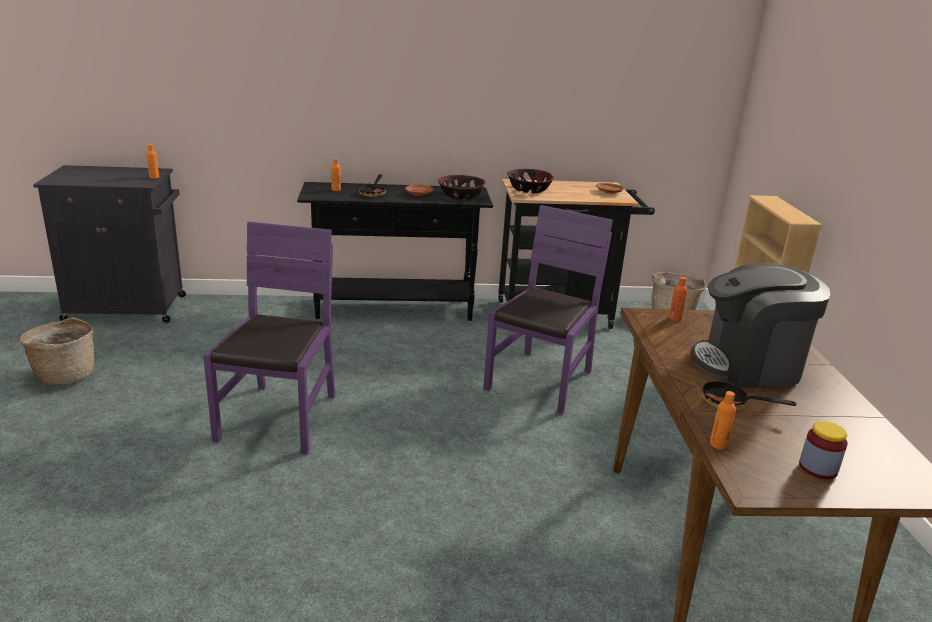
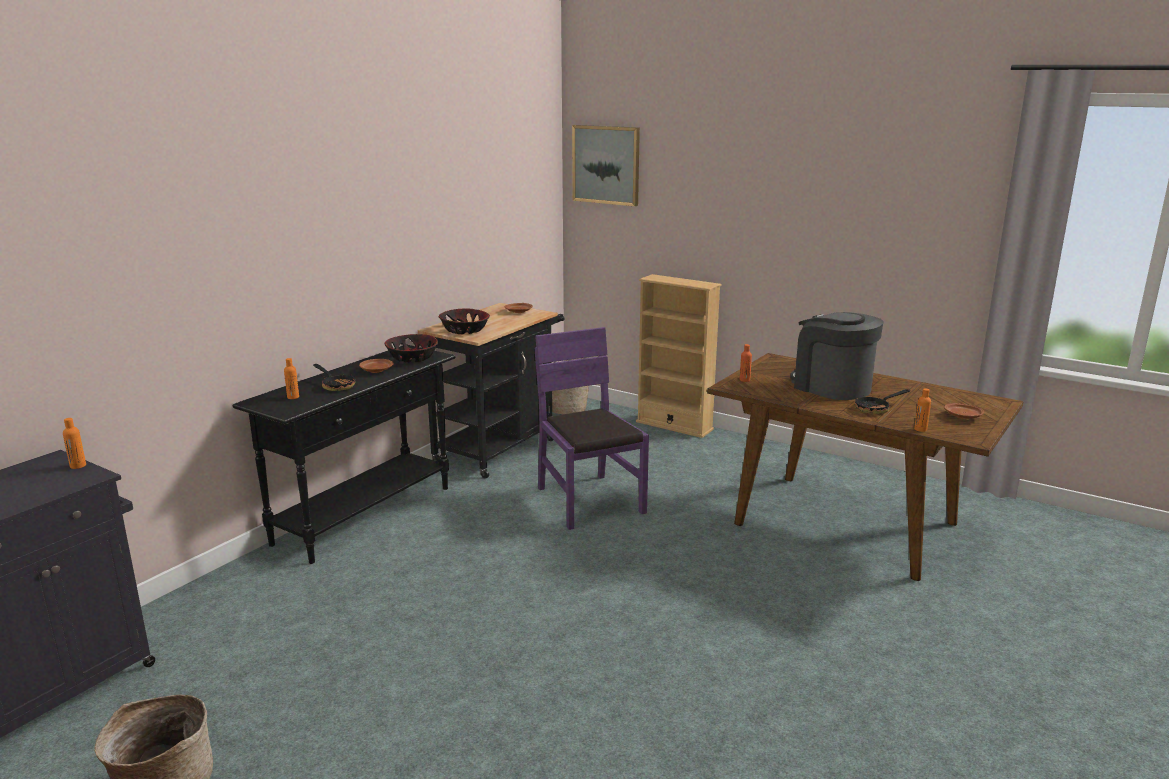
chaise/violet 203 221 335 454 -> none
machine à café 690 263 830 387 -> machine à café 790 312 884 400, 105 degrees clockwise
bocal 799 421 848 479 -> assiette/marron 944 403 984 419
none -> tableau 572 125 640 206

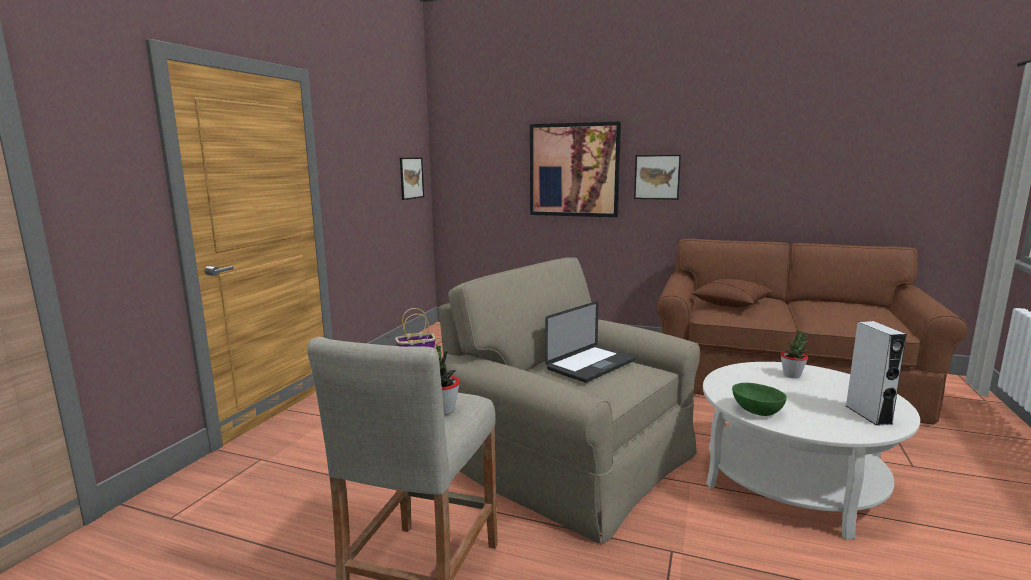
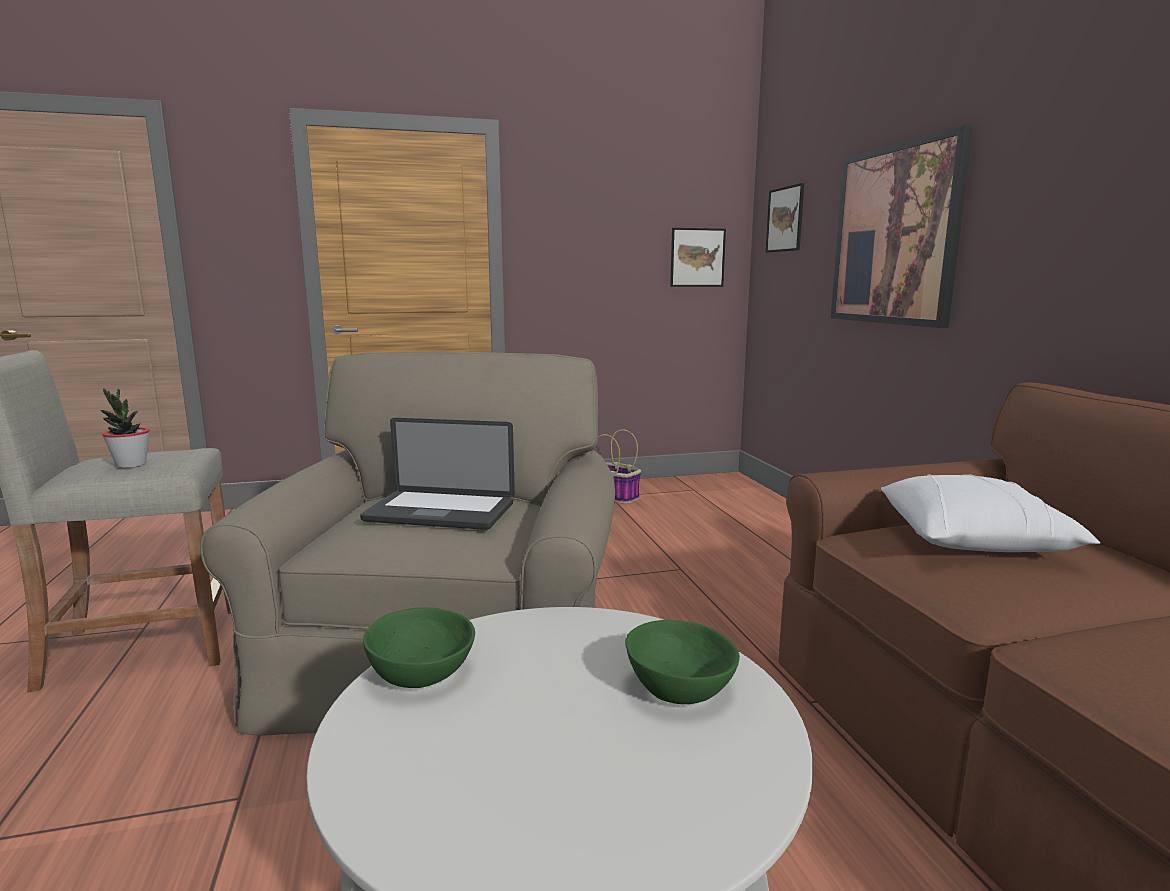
tableau 634 155 681 200 -> tableau 766 183 804 252, shifted
coussin/marron 691 279 773 308 -> coussin/blanc 881 474 1101 552
plante en pot 781 330 809 378 -> bol/vert 625 620 740 704
enceinte/gris 846 321 907 426 -> none

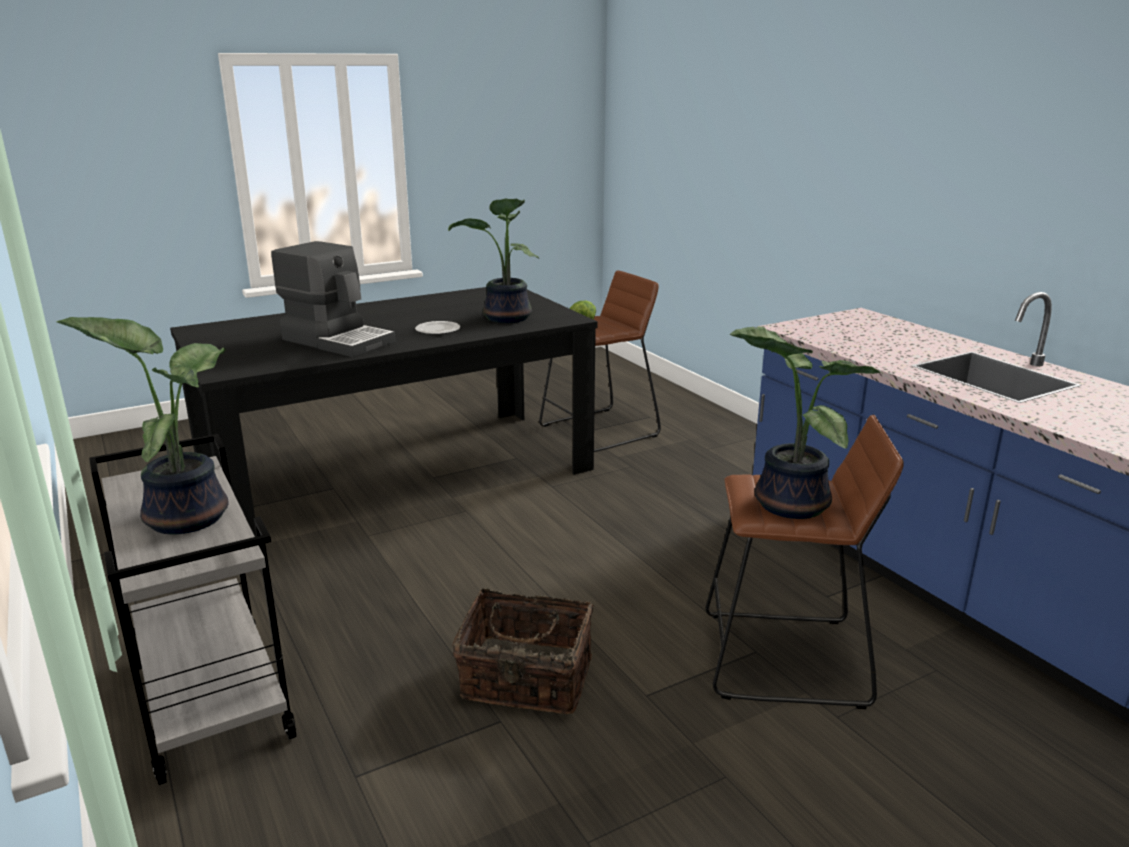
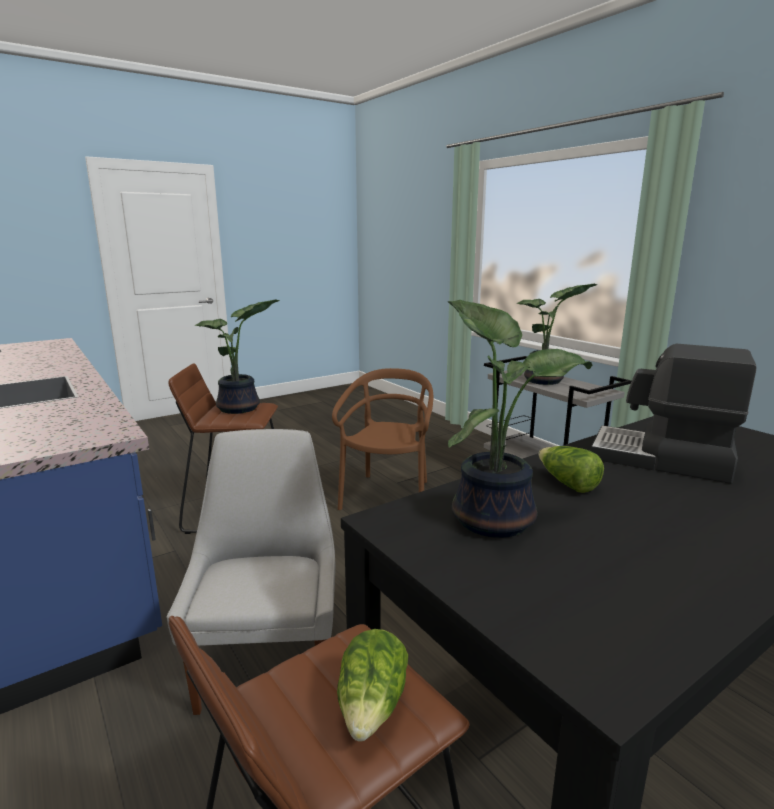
assiette 415 321 460 335 -> laitue 539 446 604 493
panier 452 588 594 714 -> chaise/marron 332 368 433 510
none -> chaise/blanc 167 429 336 715

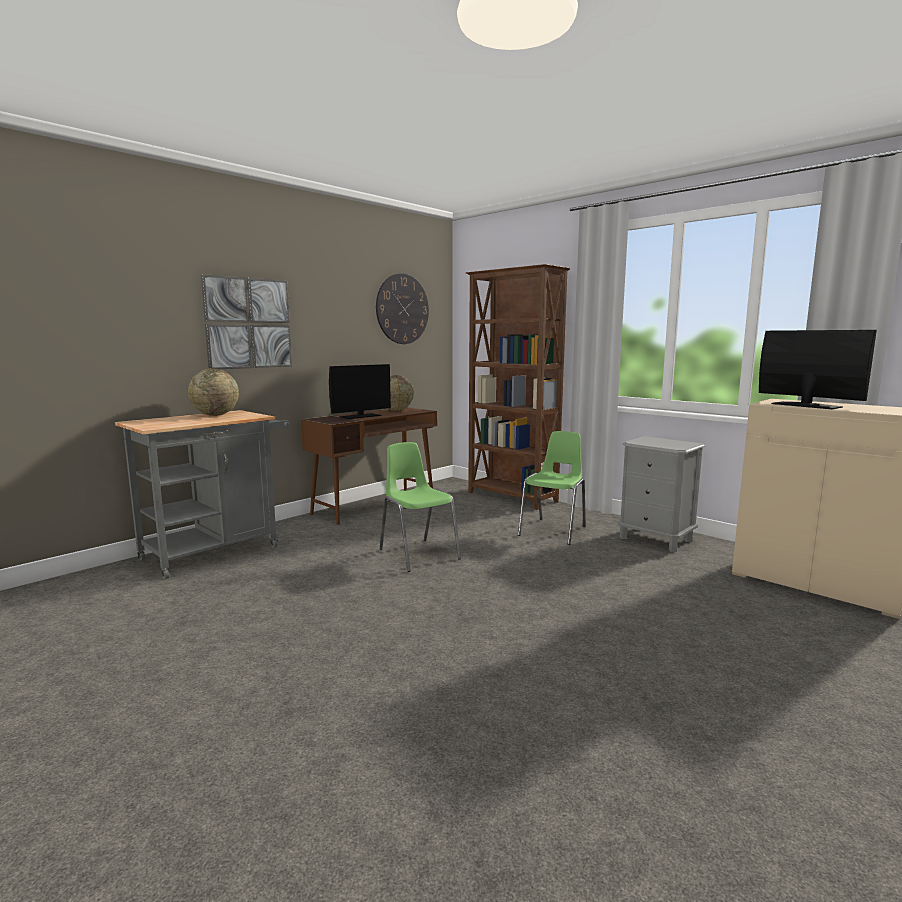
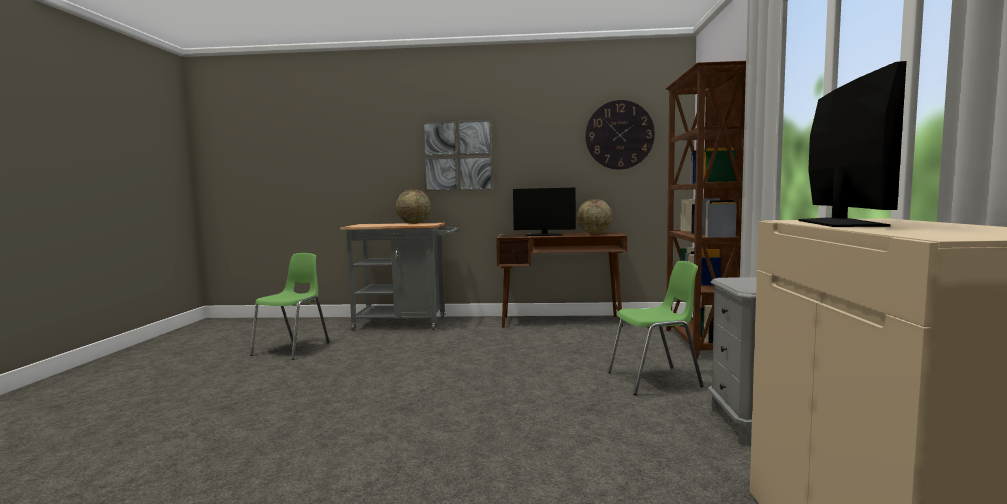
chaise/vert 379 442 461 572 -> chaise/vert 250 253 330 360, shifted

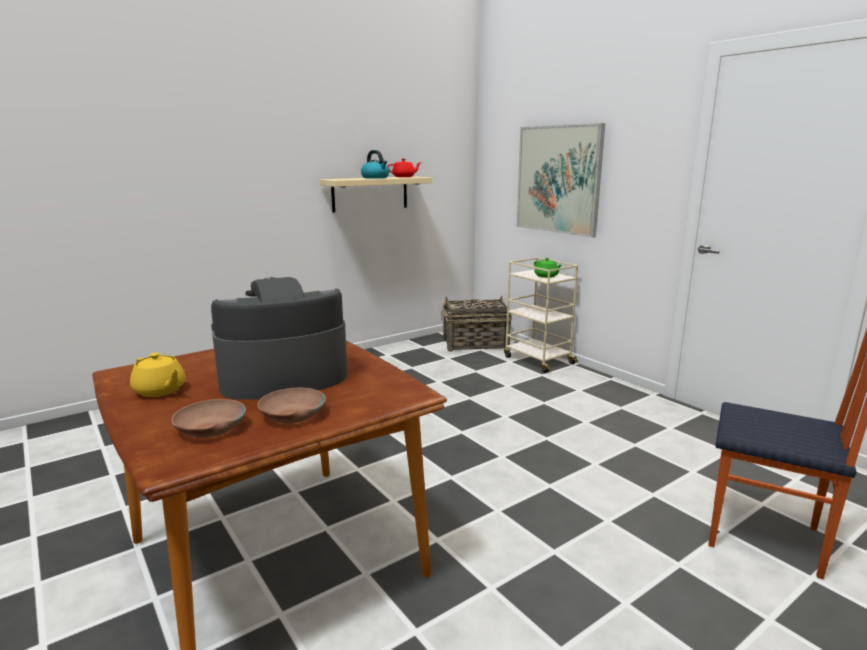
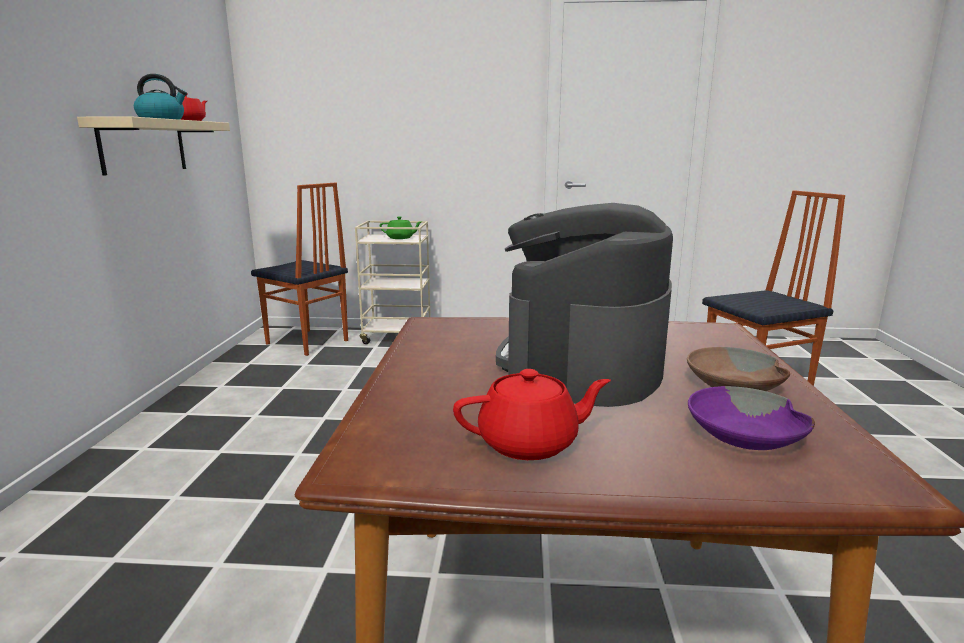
théière/jaune 130 353 186 397 -> théière/rouge 453 369 611 460
bol/marron 171 399 246 438 -> bol/violet 688 386 815 450
panier 441 295 512 352 -> chaise 251 183 348 356
tableau 516 123 605 238 -> none

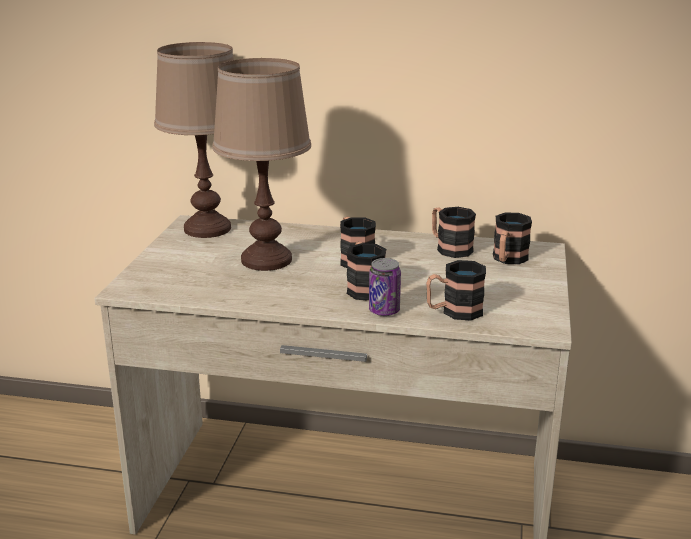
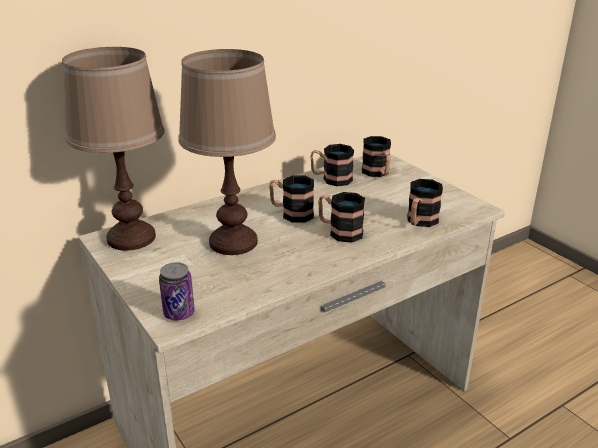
boîte métallique 369 258 401 316 -> boîte métallique 159 262 195 320, shifted

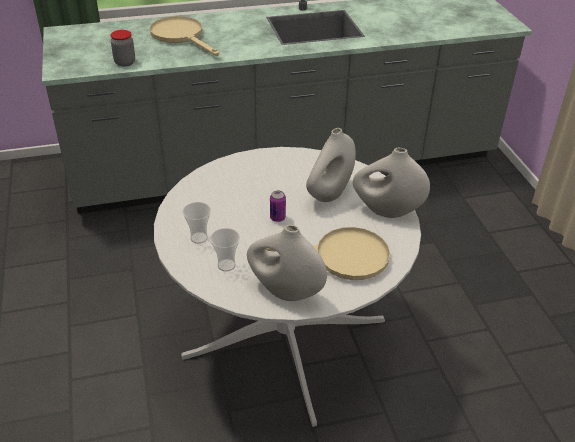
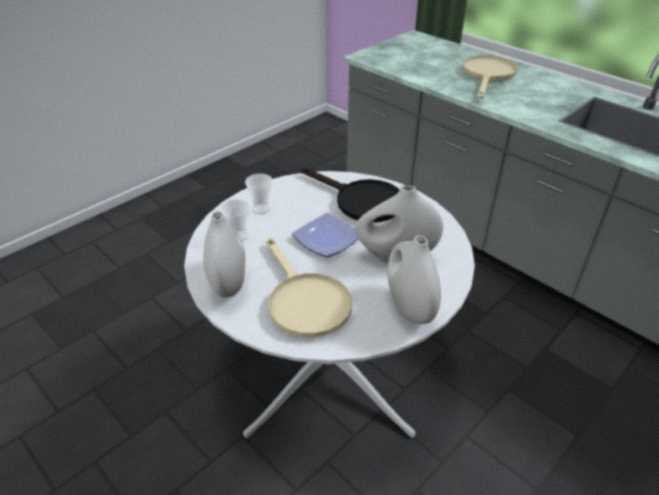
bocal 110 30 135 67 -> none
boîte métallique 270 191 286 222 -> assiette 292 213 358 257
none -> poêle/noir 301 167 400 222

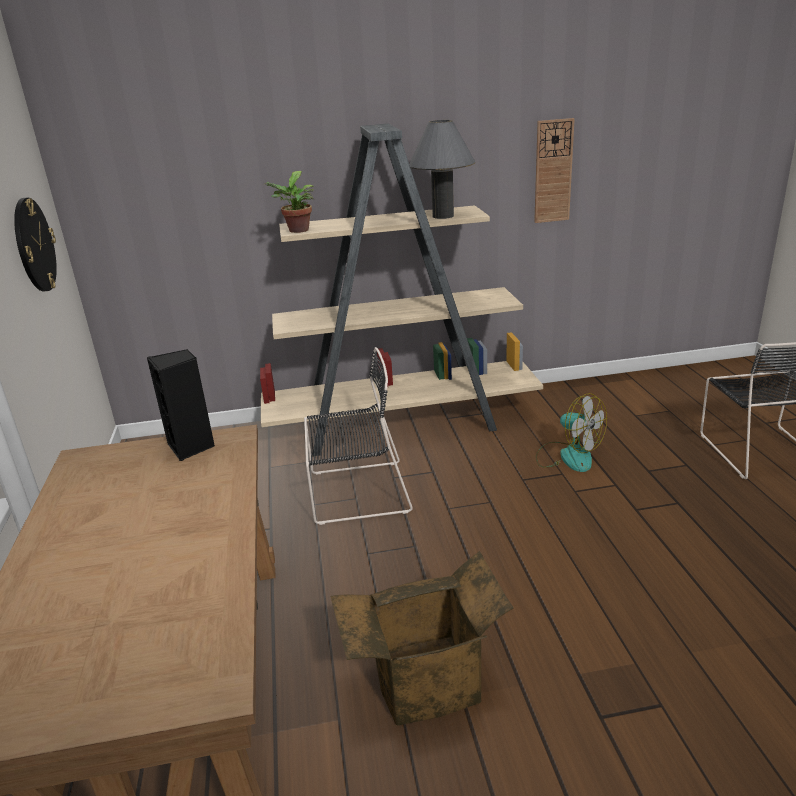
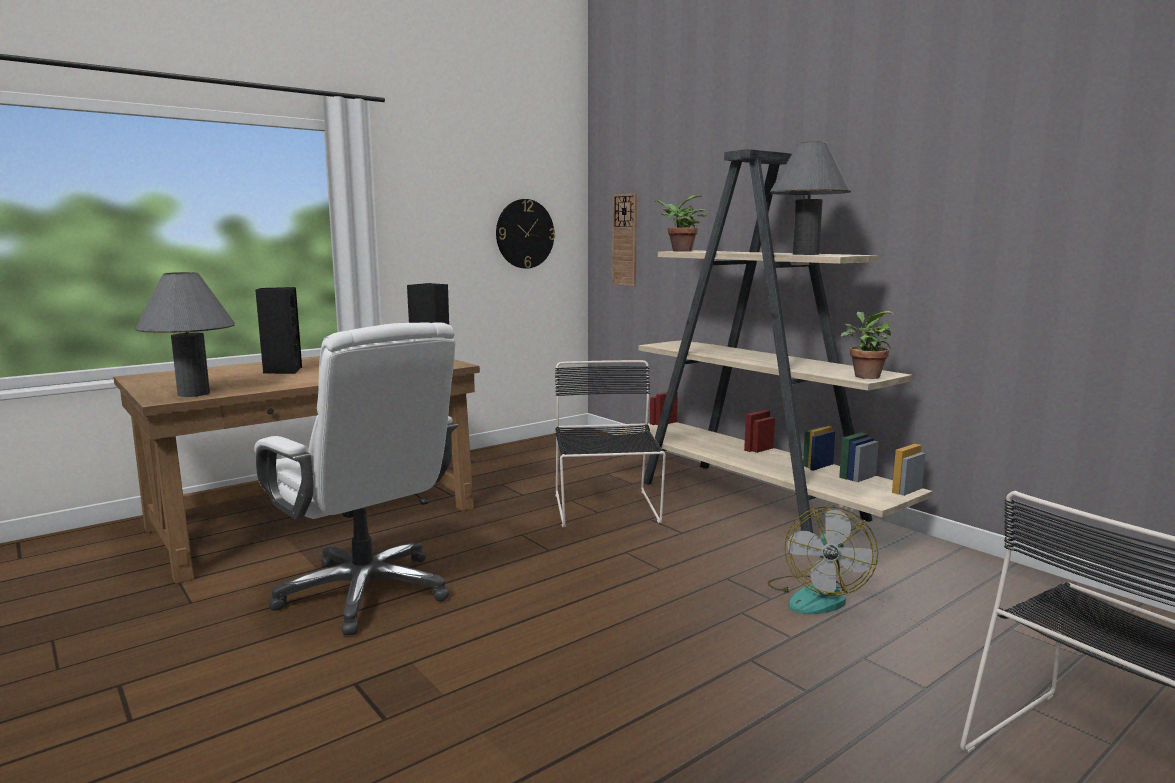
chaise/noir 304 347 413 525 -> chaise/noir 555 360 666 527, 150 degrees counterclockwise
carton 330 551 513 725 -> chaise de bureau/blanc 254 323 458 635
horloge murale 534 118 575 223 -> horloge murale 612 193 637 286, shifted
none -> lampe de table/gris 135 272 235 397
none -> enceinte/noir 255 287 302 374
none -> plante en pot 841 311 894 379

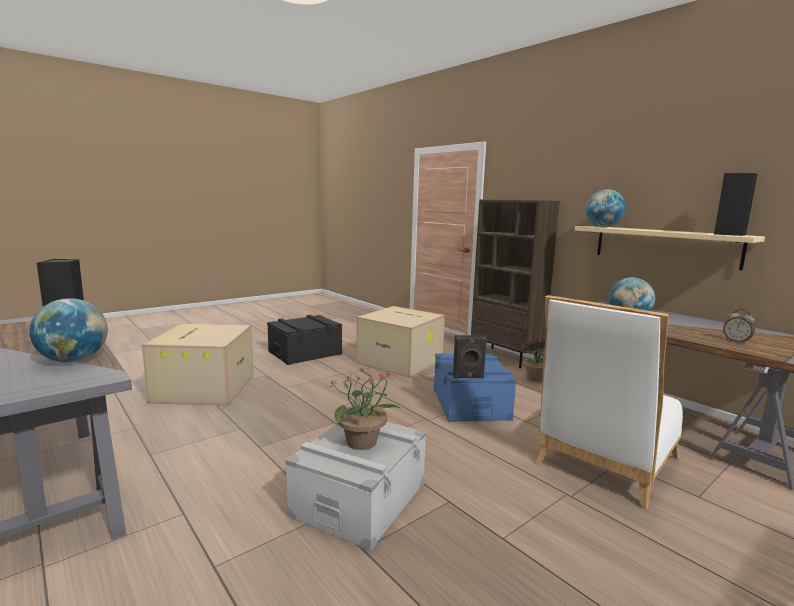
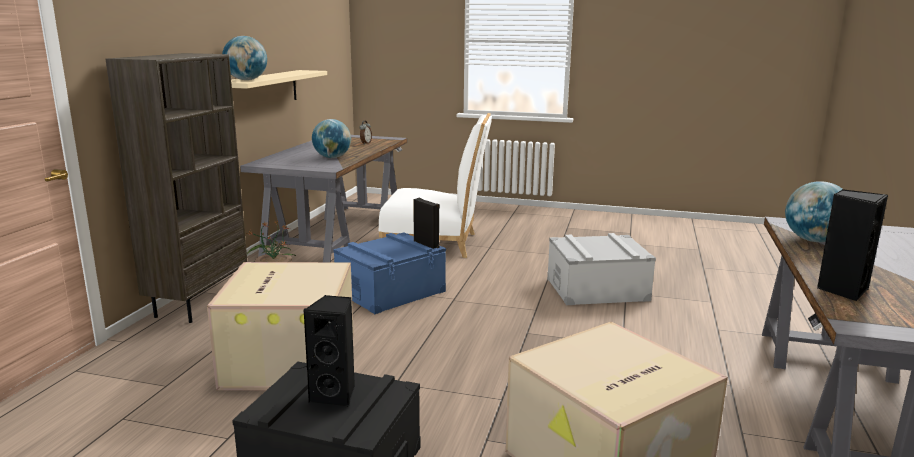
plante en pot 329 368 401 450 -> none
enceinte/noir 714 173 757 236 -> enceinte/noir 304 295 355 406, shifted

